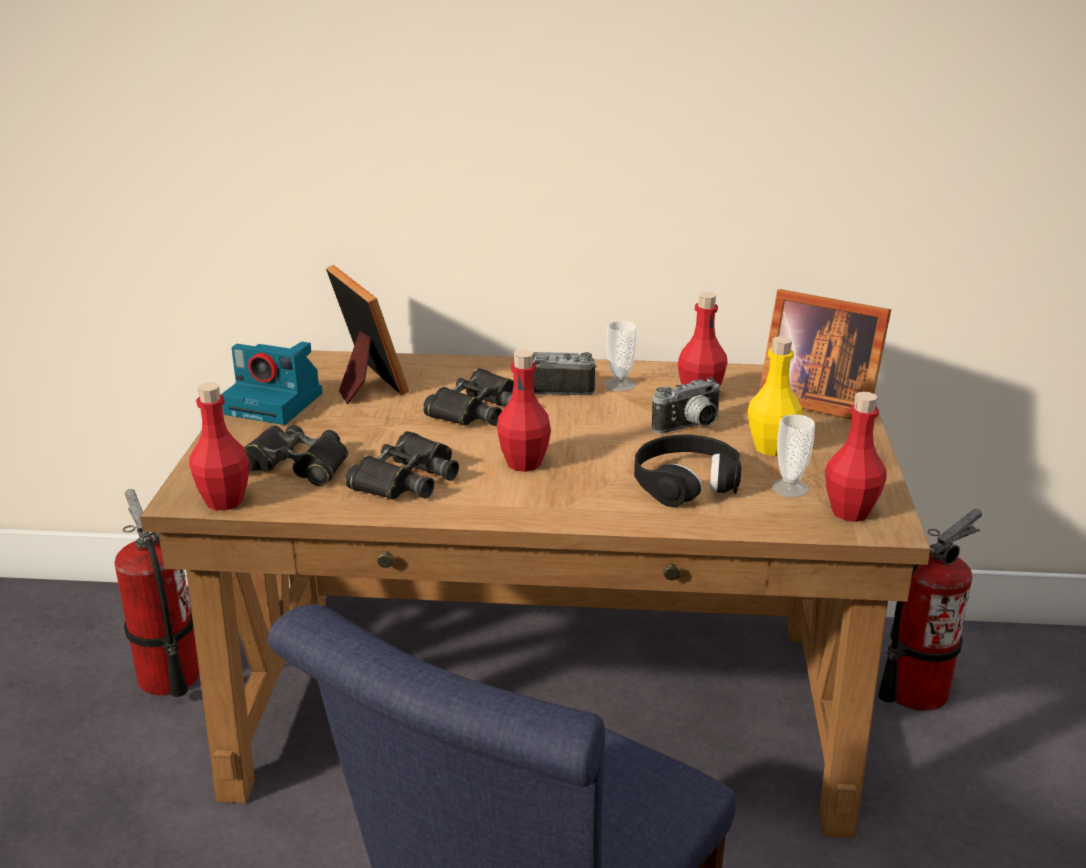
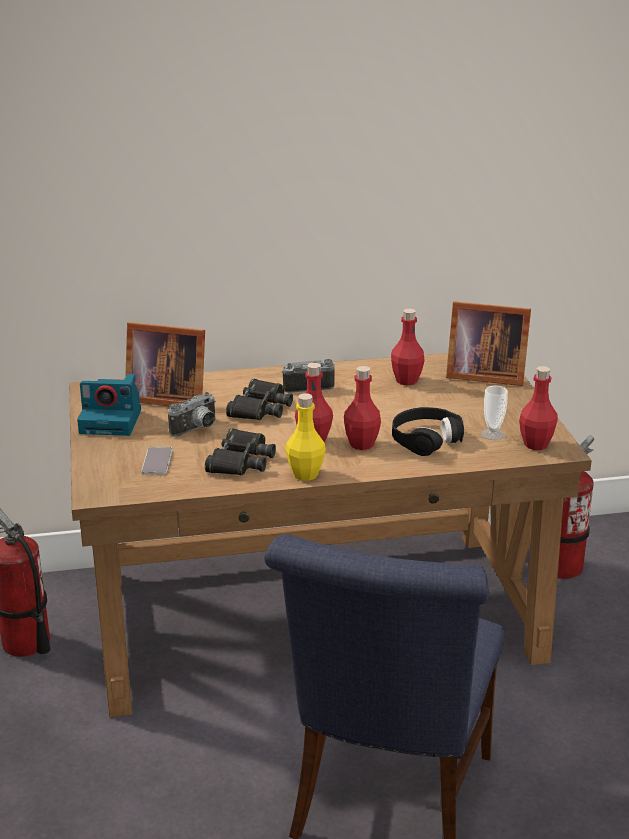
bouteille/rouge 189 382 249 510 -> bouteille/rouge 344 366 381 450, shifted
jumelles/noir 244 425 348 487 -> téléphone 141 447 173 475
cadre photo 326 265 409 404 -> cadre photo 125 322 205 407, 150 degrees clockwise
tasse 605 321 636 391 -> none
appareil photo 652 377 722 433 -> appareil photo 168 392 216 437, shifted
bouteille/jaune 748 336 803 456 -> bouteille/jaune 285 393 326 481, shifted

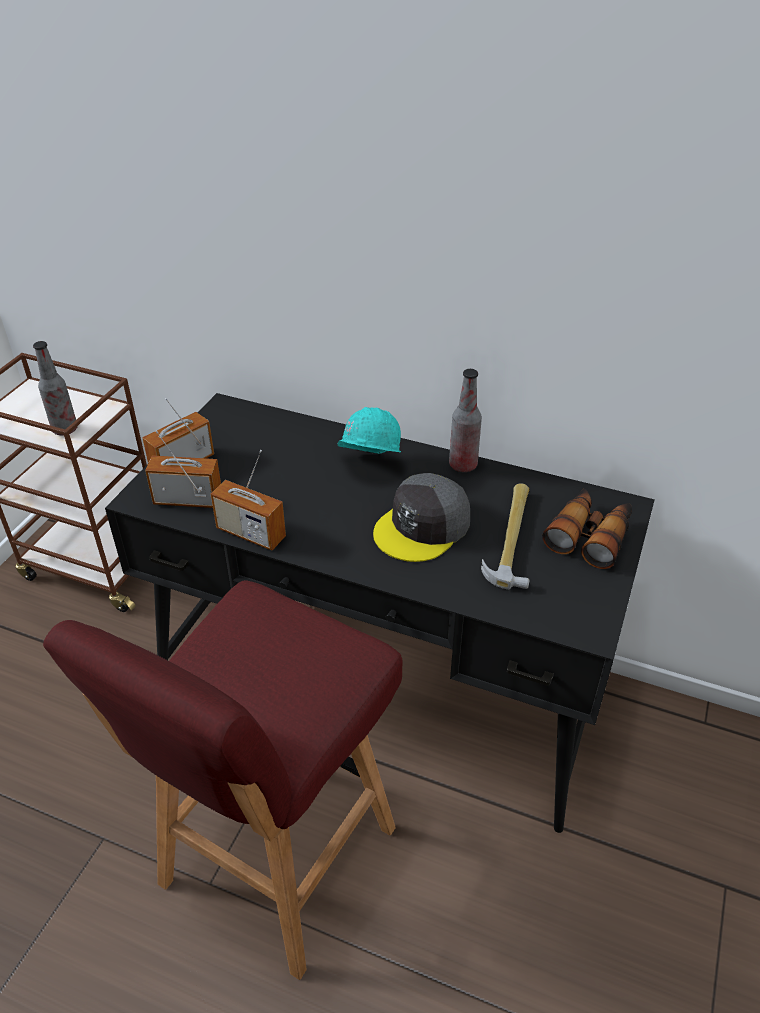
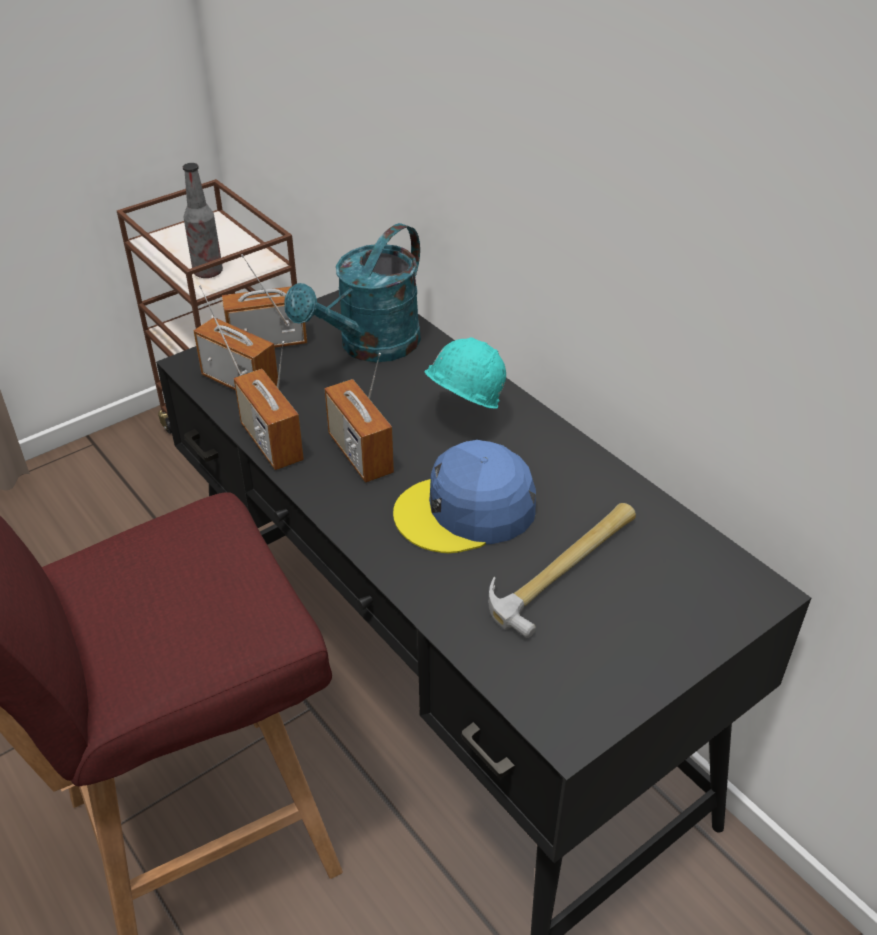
casquette/gris 373 473 470 562 -> casquette/bleu 393 440 536 553
bouteille 449 369 482 472 -> none
jumelles 542 489 632 569 -> none
none -> arrosoir/turquoise 284 223 421 362
none -> radio 325 353 394 482

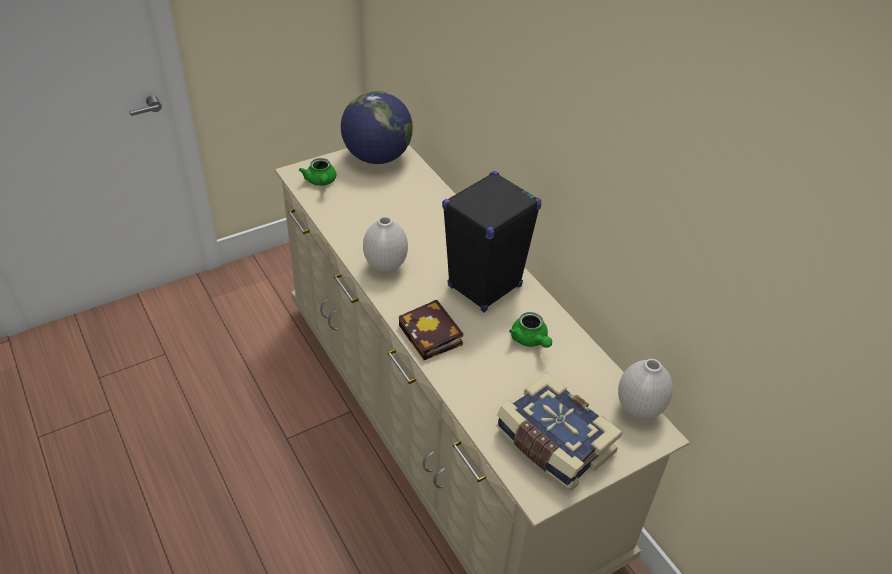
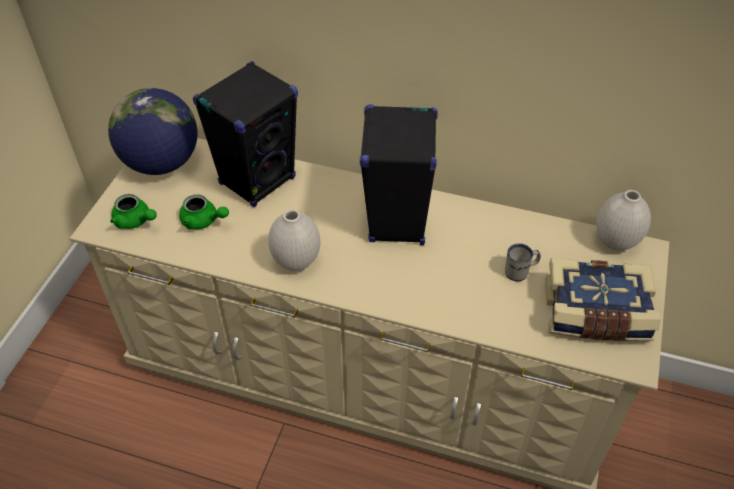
livre 399 300 463 360 -> none
théière/vert 509 312 552 348 -> théière/vert 179 194 229 230, shifted
none -> enceinte/noir 193 61 298 207
none -> mug/blanc 505 243 541 281

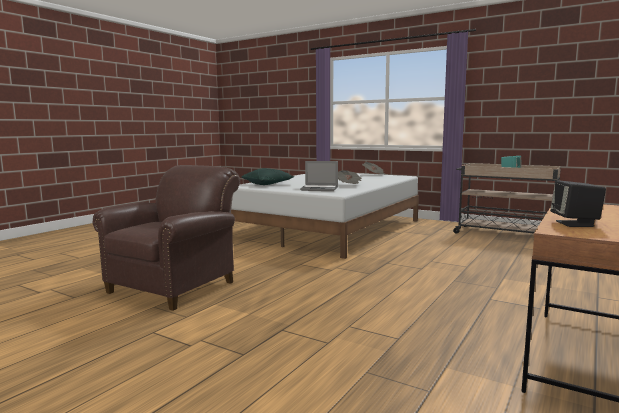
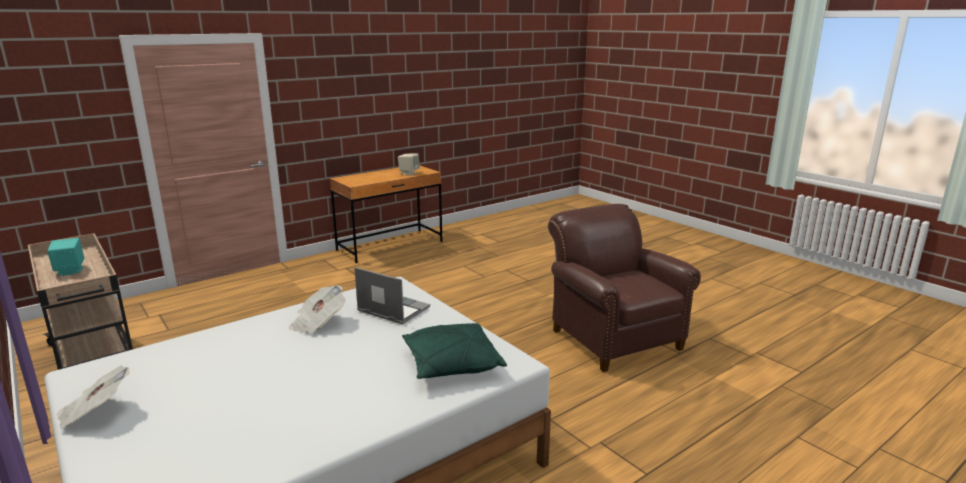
fauteuil/marron 93 165 240 311 -> fauteuil/marron 548 204 701 372, 105 degrees clockwise
enceinte/noir 550 180 606 227 -> enceinte/beige 398 153 420 175

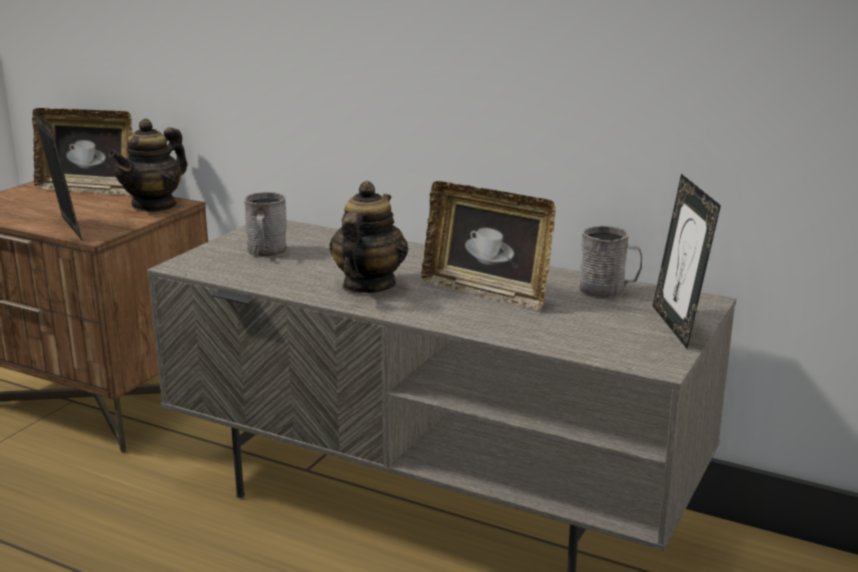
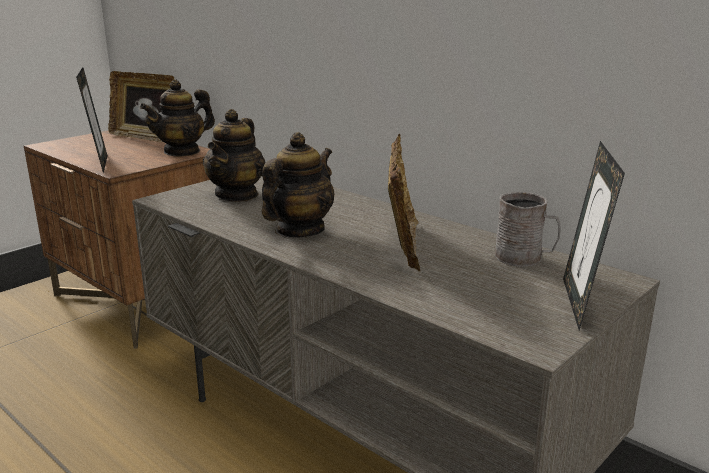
mug/gris 244 192 287 258 -> théière 203 109 266 202
cadre photo 421 181 556 310 -> cadre photo 388 134 421 272, 135 degrees counterclockwise

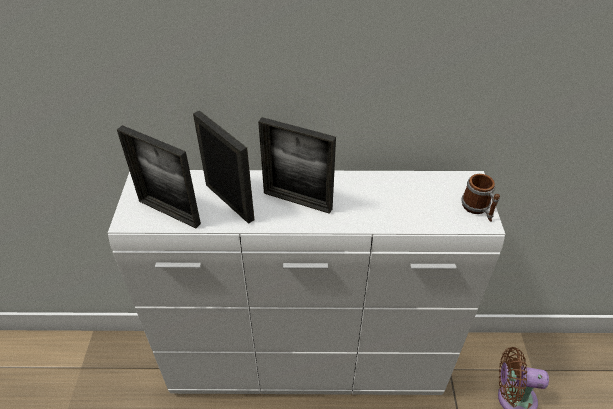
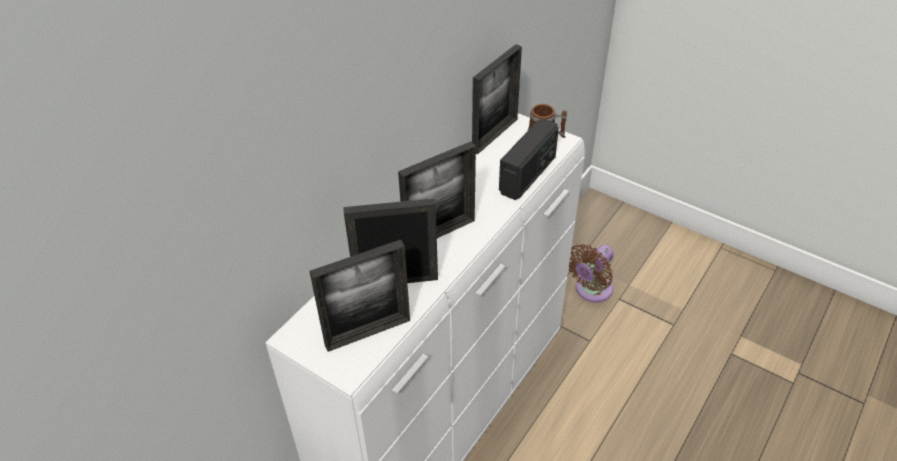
none -> cadre photo 472 44 522 154
none -> radio 499 118 559 200

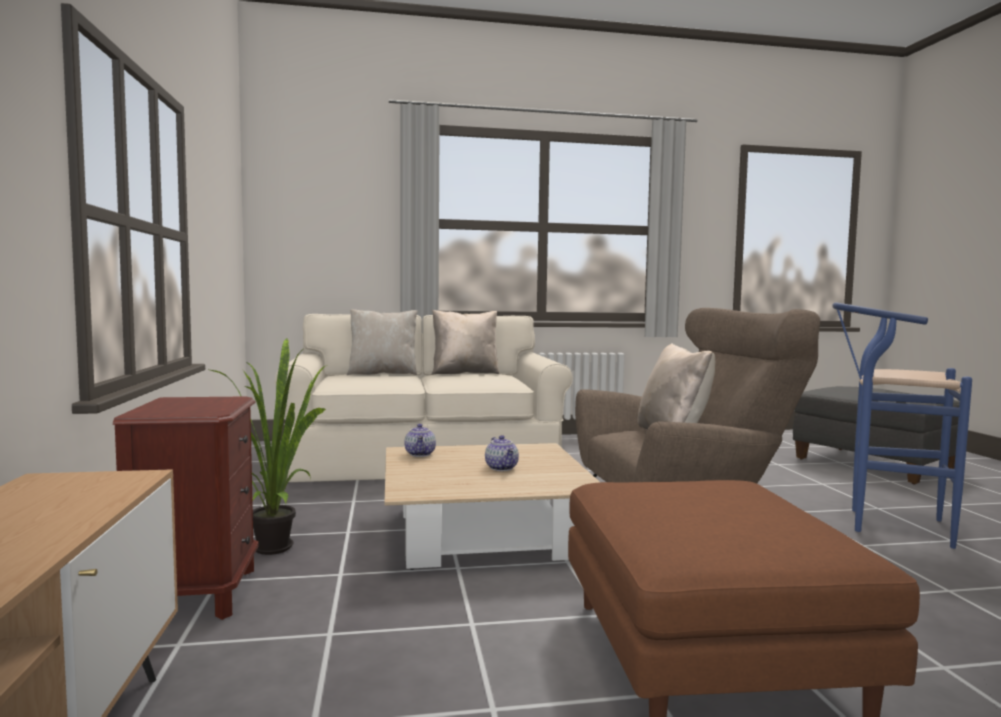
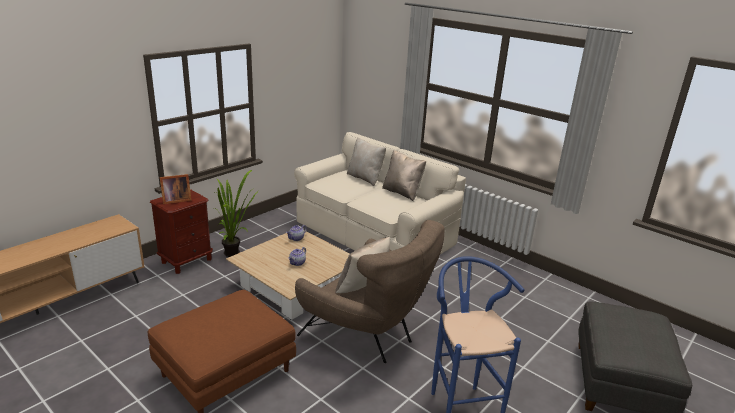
none -> cadre photo 160 174 192 204

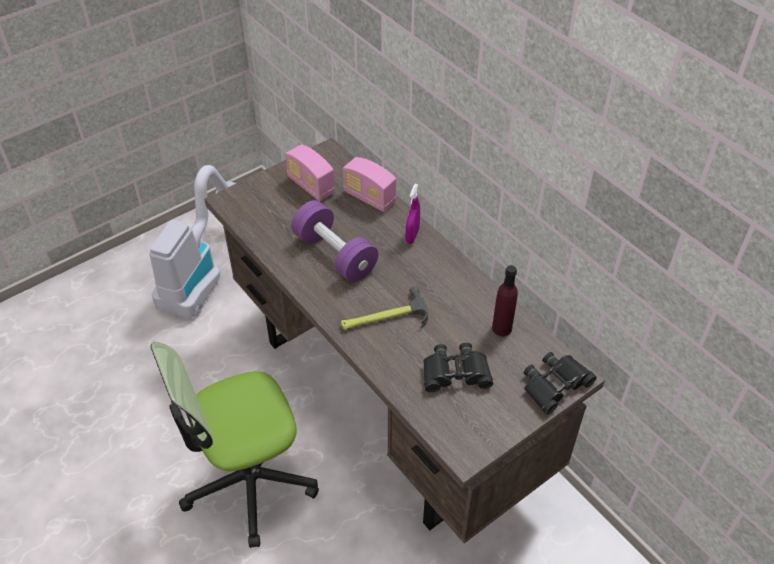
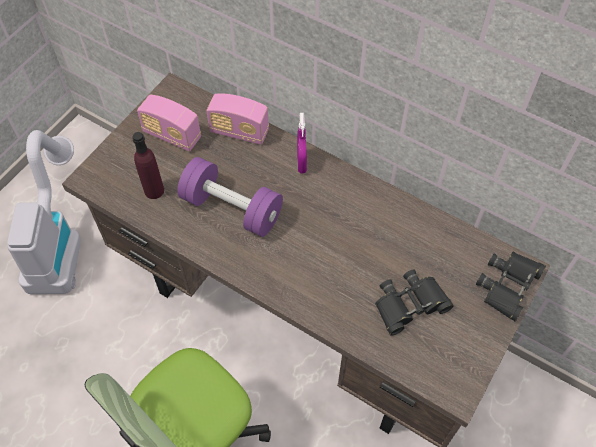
marteau 341 286 428 330 -> none
bouteille/violet 492 265 518 336 -> bouteille/violet 132 132 164 199, shifted

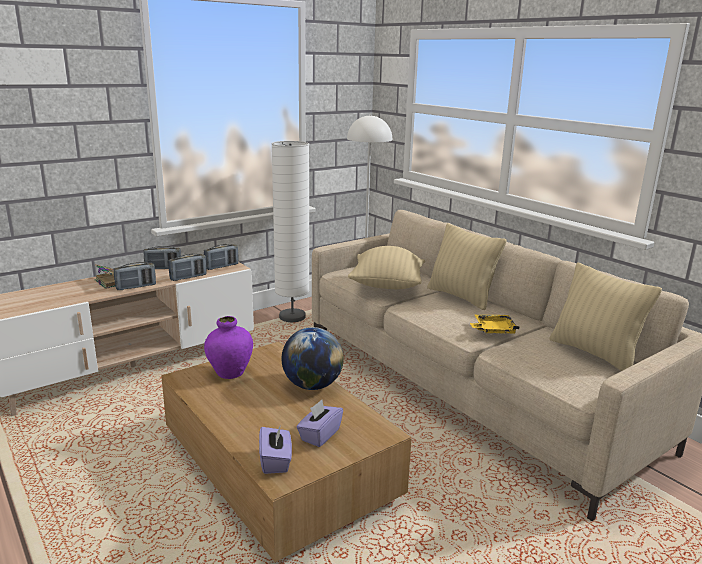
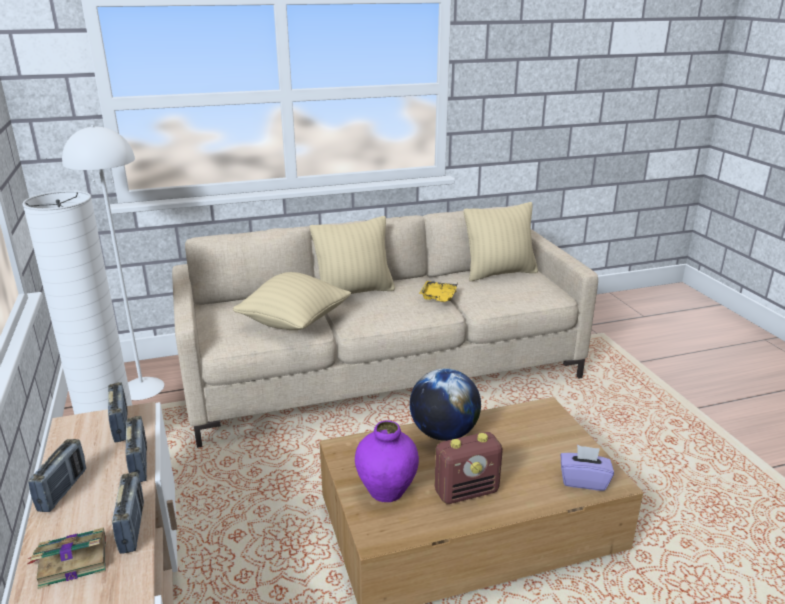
boîte à mouchoirs/violet 296 400 343 447 -> none
none -> radio 435 432 503 504

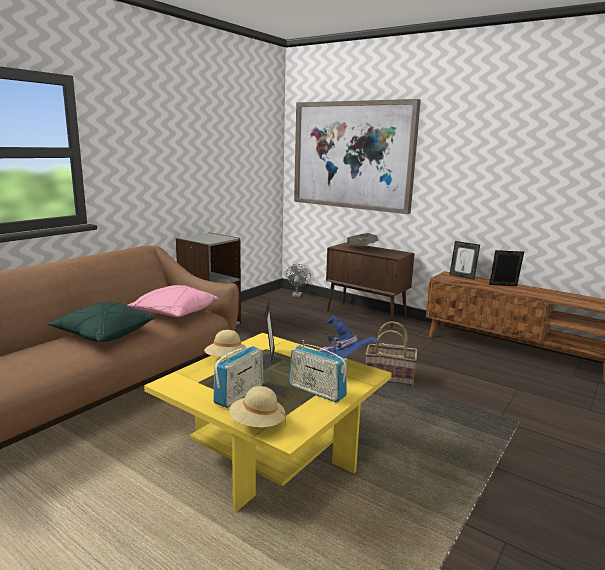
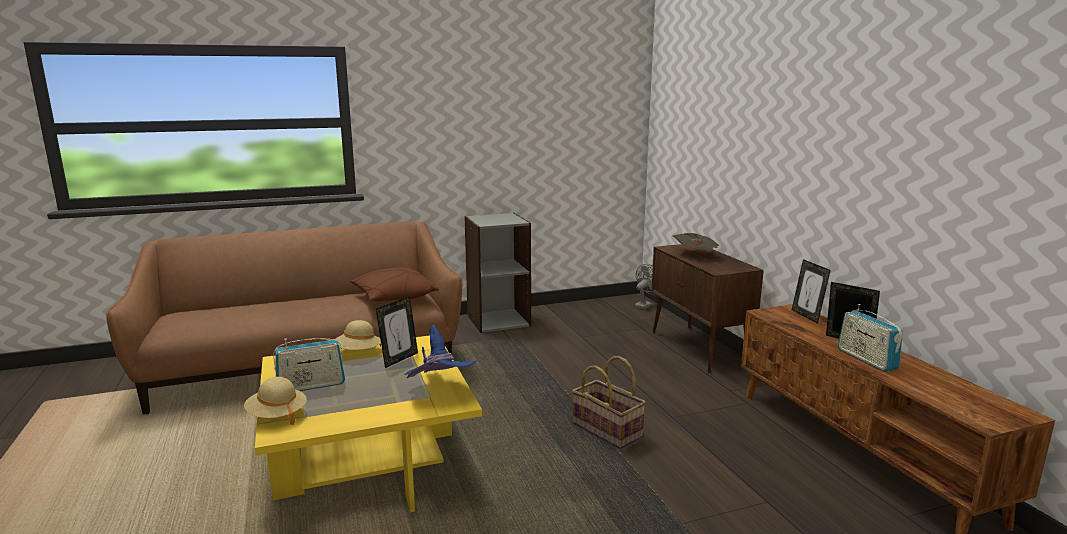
coussin/vert 48 302 155 342 -> none
coussin/rose 127 285 219 317 -> coussin/marron 350 267 439 301
radio 289 340 347 402 -> radio 838 304 903 372, shifted
tableau 294 99 421 214 -> none

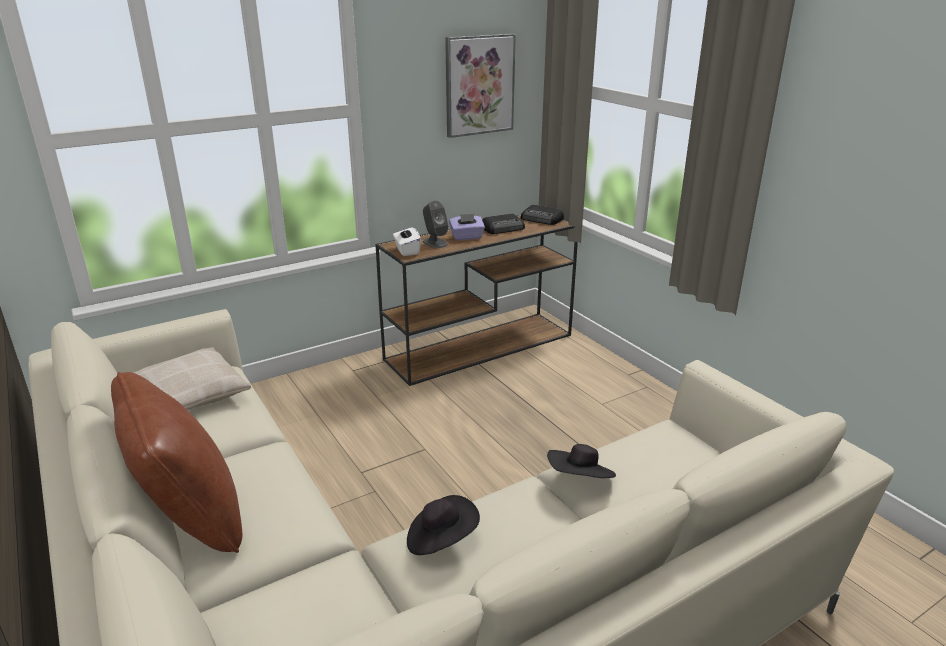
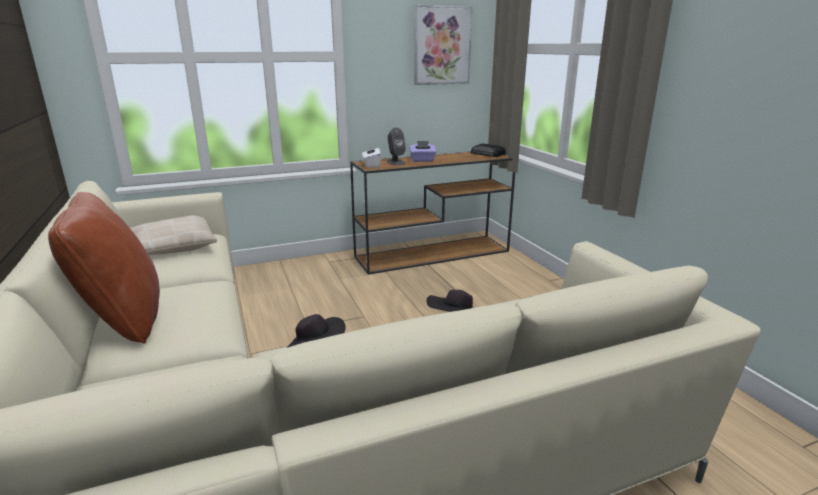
radio 482 214 525 234 -> none

